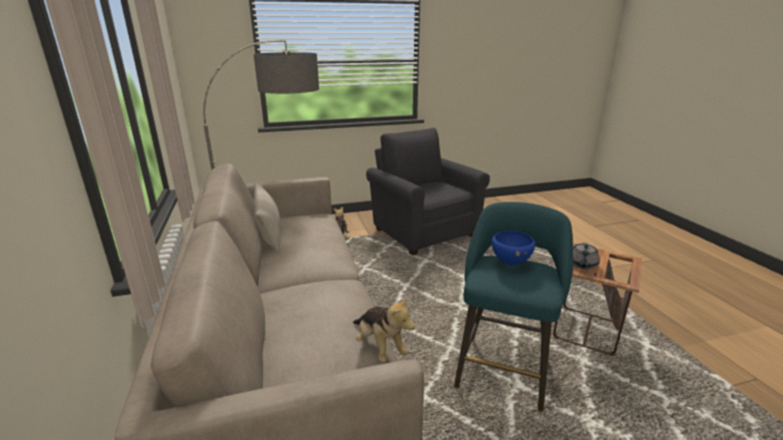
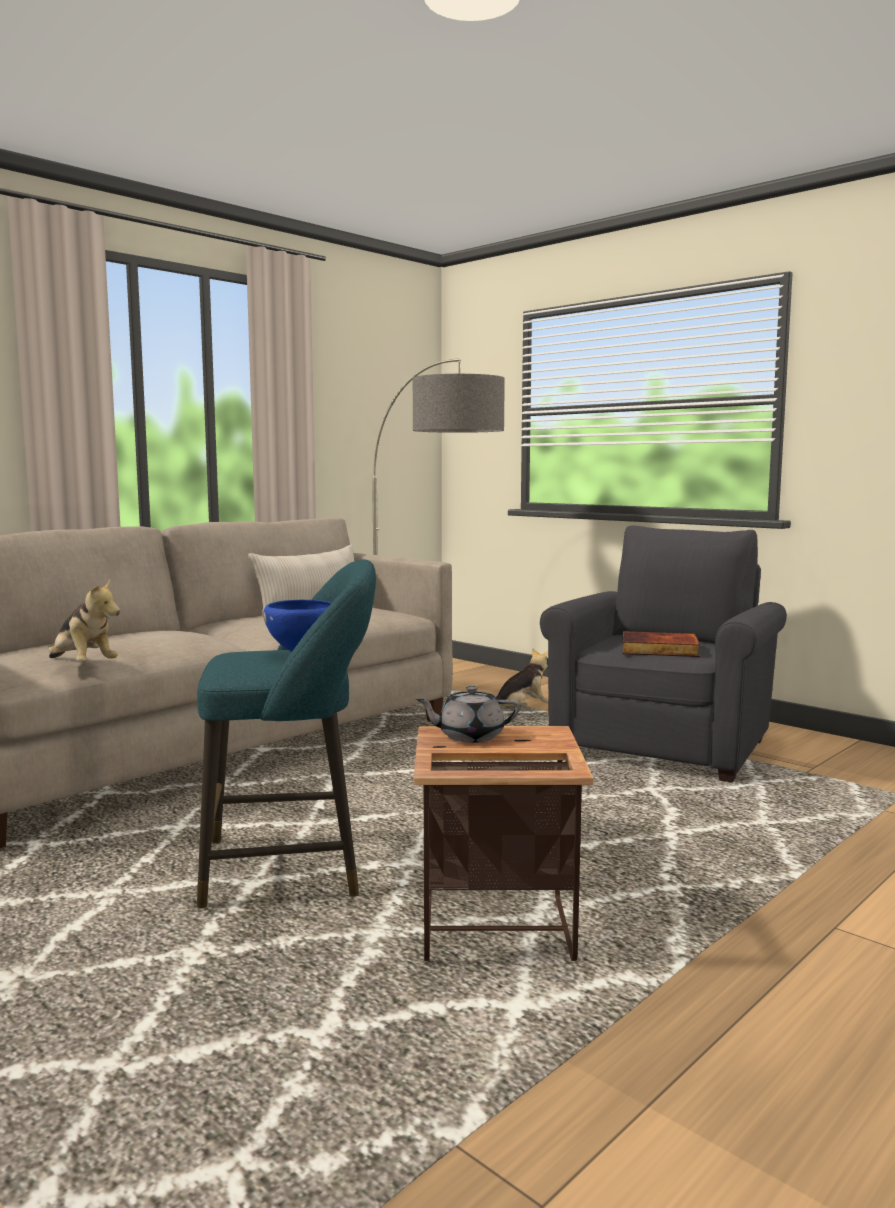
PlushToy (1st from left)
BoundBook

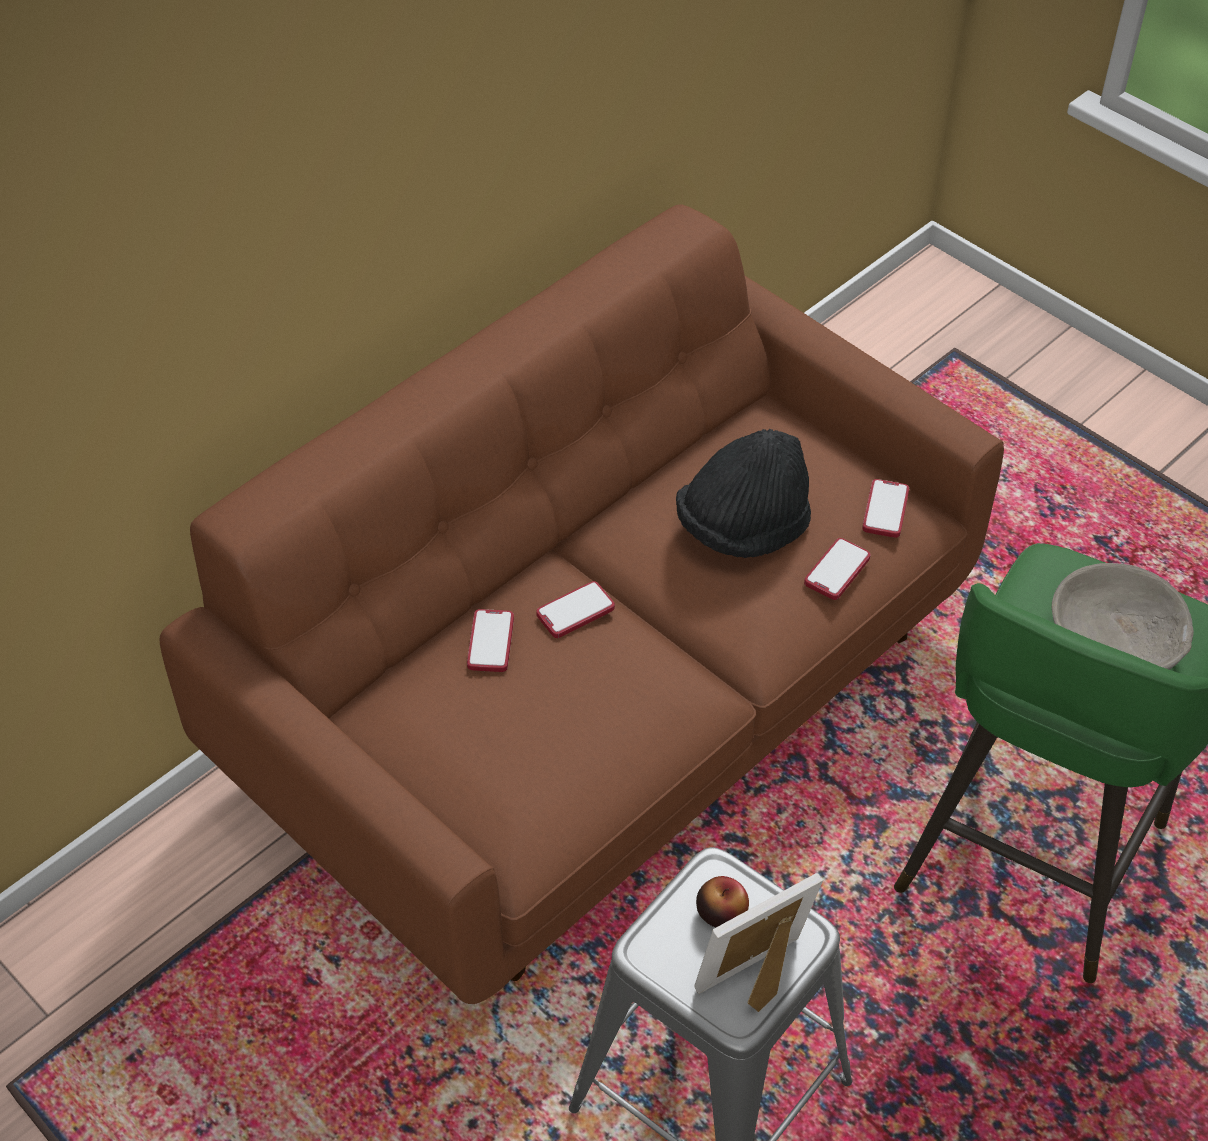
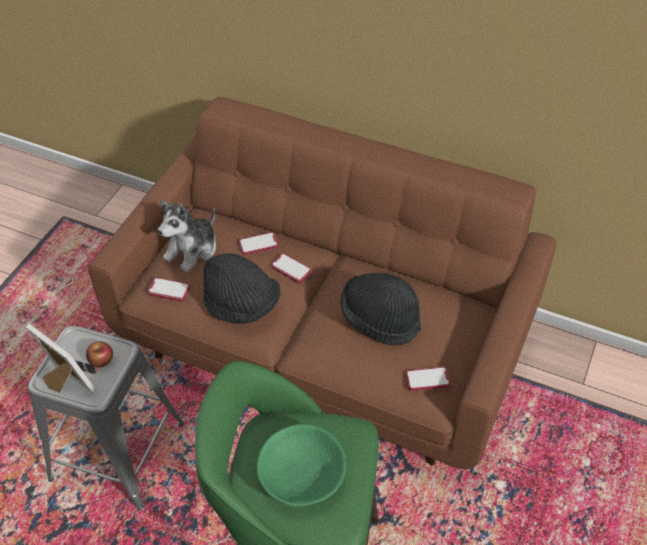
Telephone (1st from left)
GreenDeepDish
PlushToy
BlackClothingHat (1st from left)

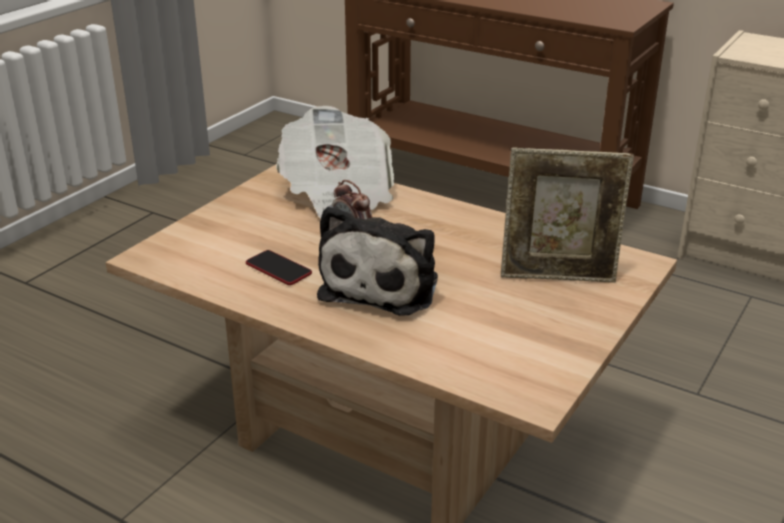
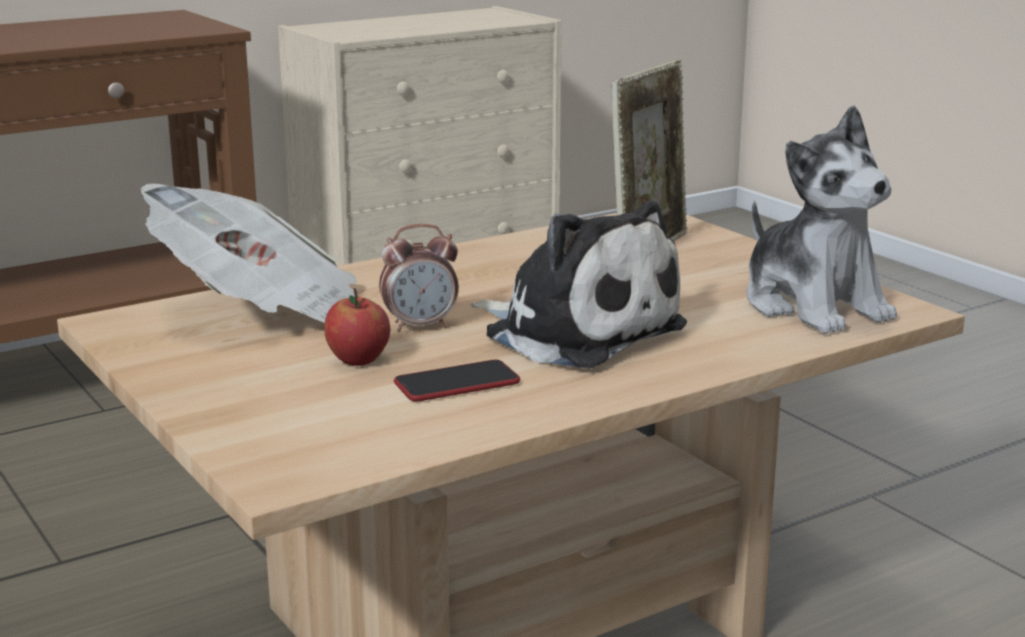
PlushToy (2nd from left)
Apple

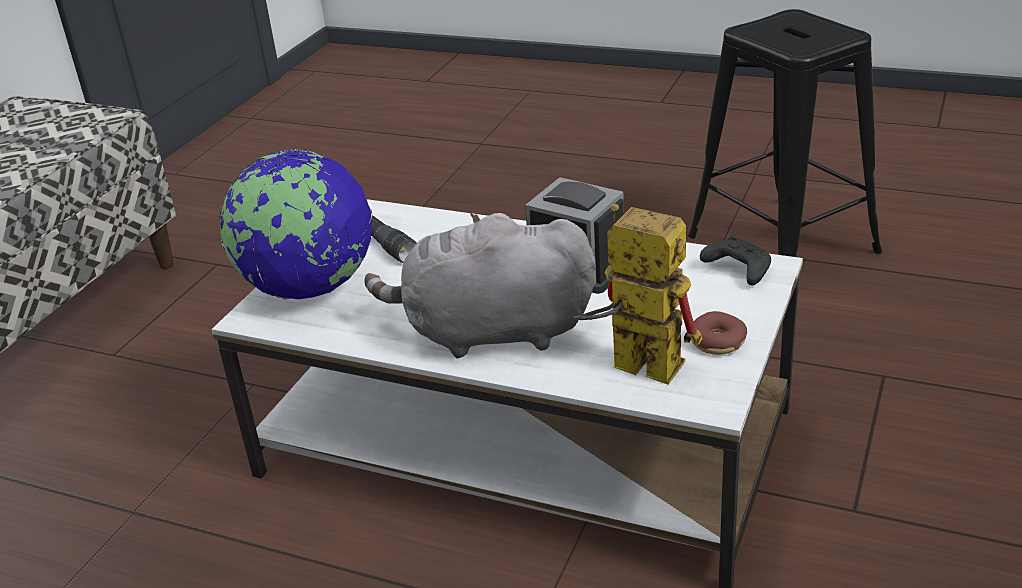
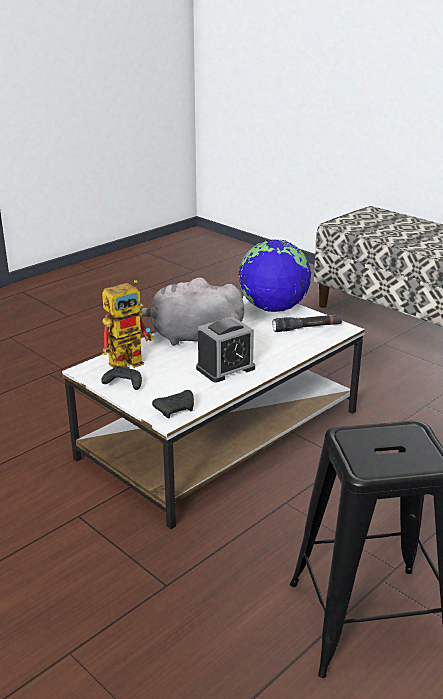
GrayPlushToy
BlackGameController (1st from left)

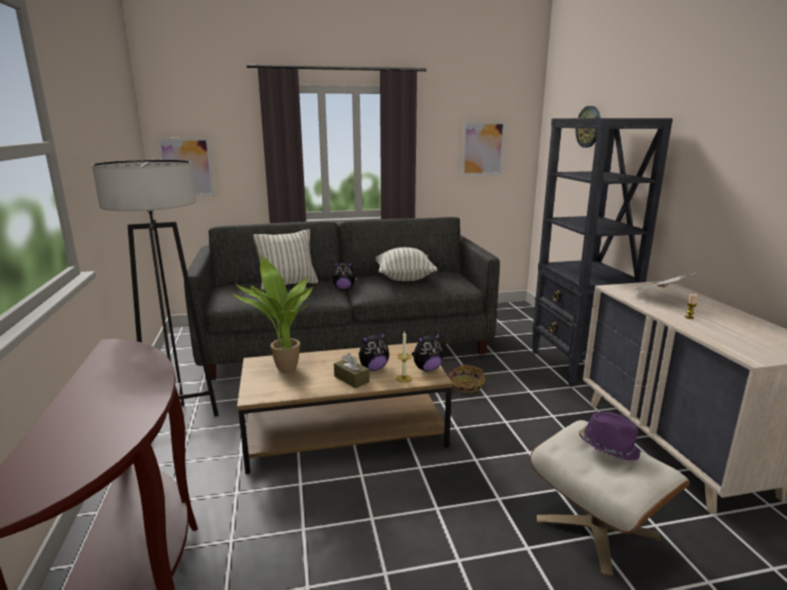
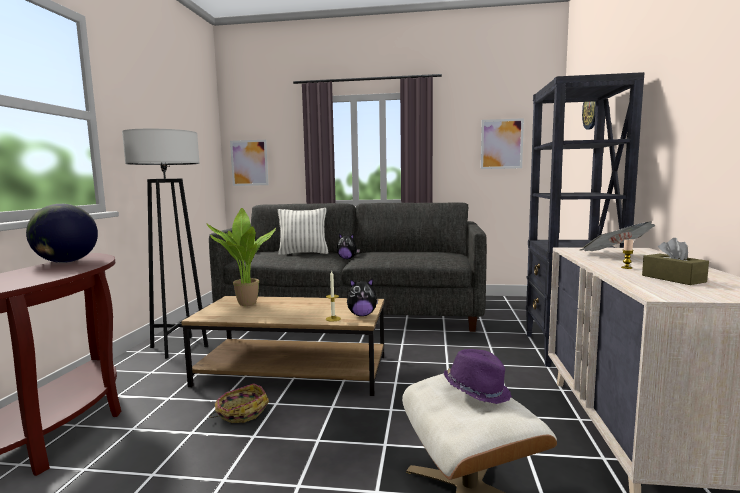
Cushion (2nd from left in the first image)
PlushToy (2nd from left in the first image)
BrownTissueBox
HouseholdBasket
Globe

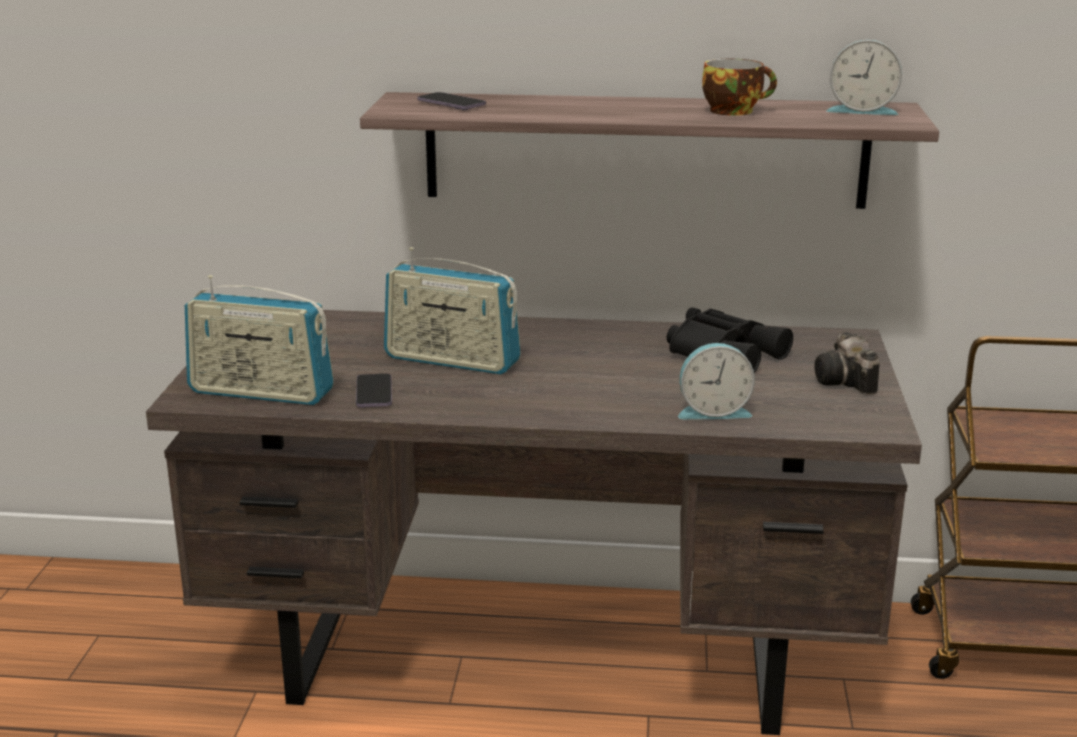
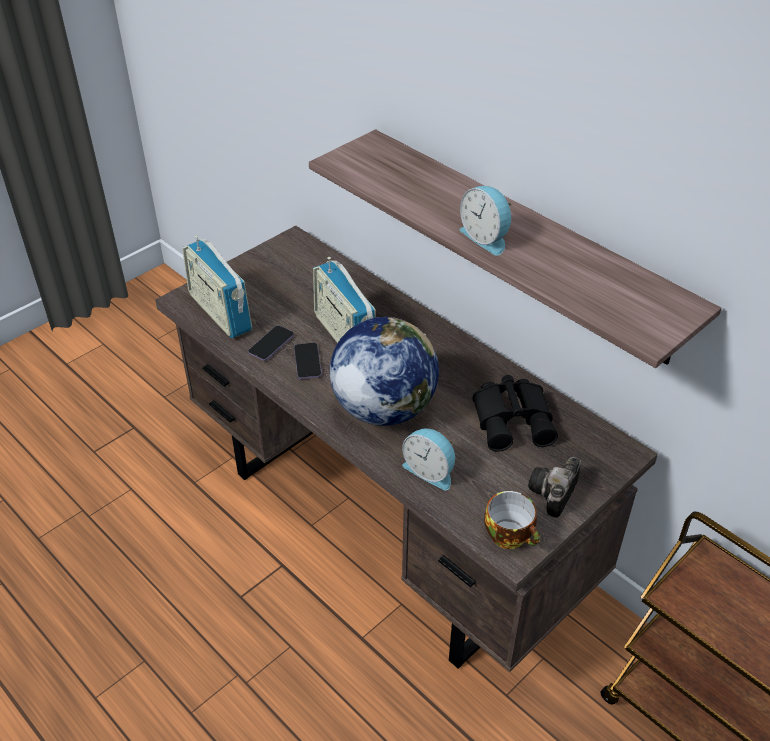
TableClock (2nd from left)
Cup
Telephone (2nd from left)
Globe

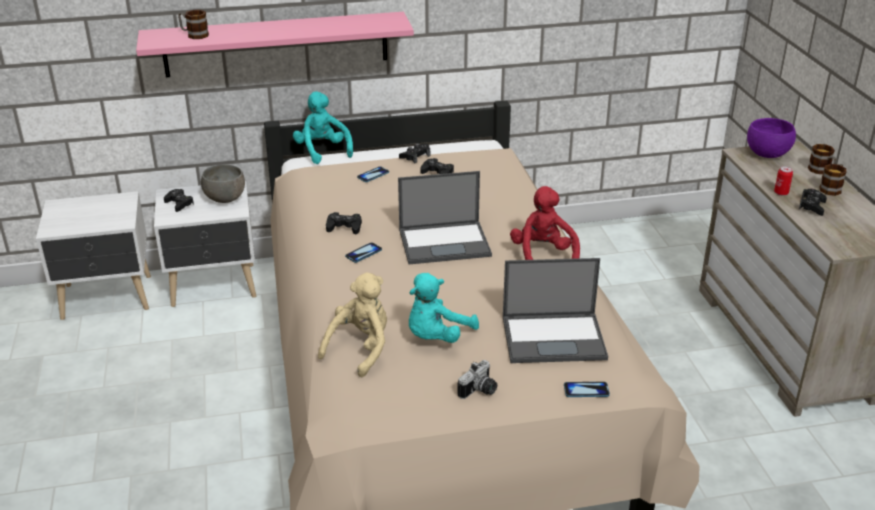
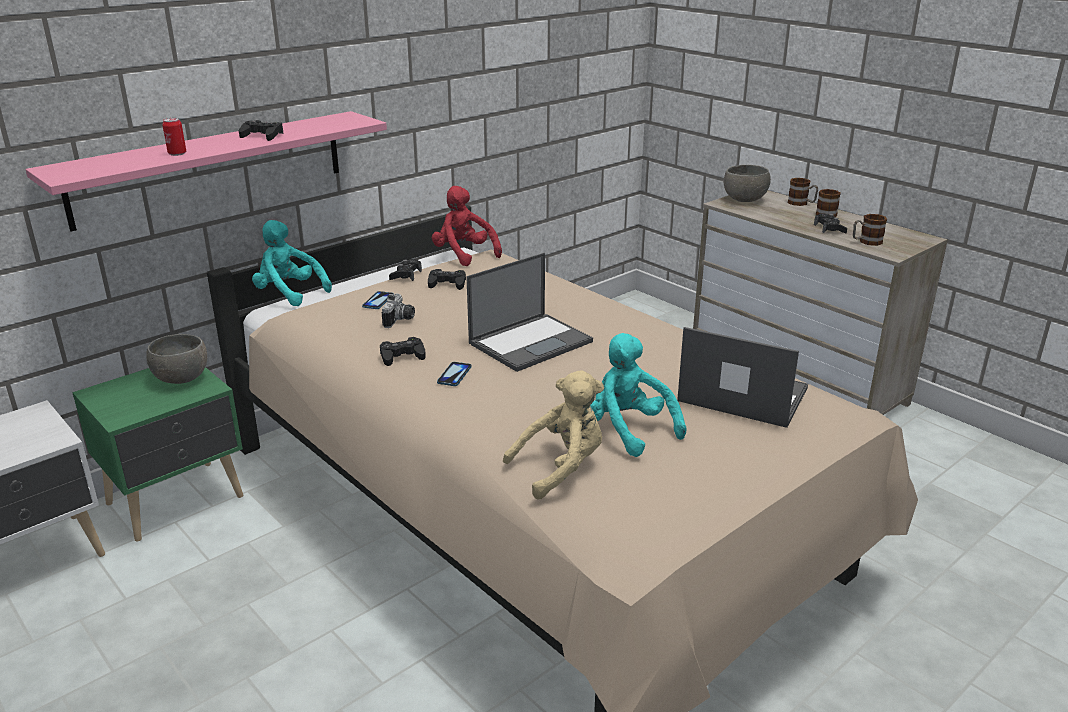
Mug (3rd from left)
GrayDeepDish (2nd from left)
Can
GreenBedsideTable
ReddishPlushToy
BlackGameController (1st from left)
PortableComputer (2nd from left)
BeigeColouredPlushToy
TurquoiseColouredPlushToy (2nd from left)
StillCamera
Telephone (3rd from left in the first image)

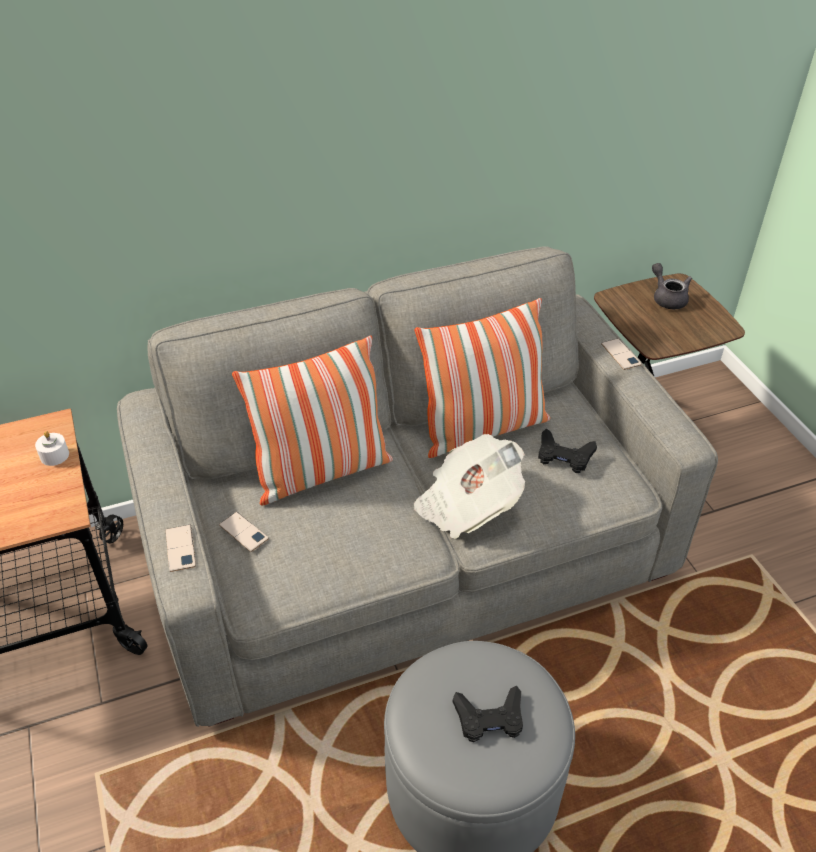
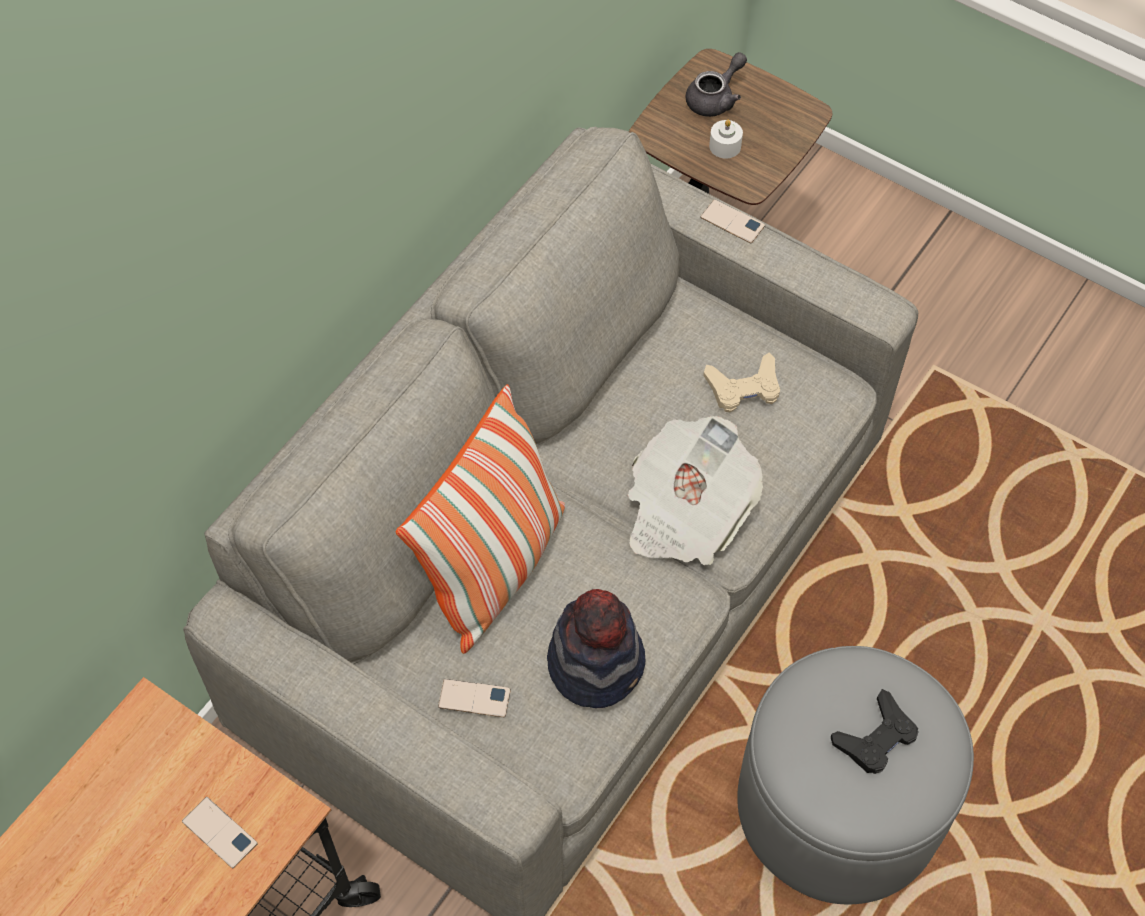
GrayTeapot
Cushion (2nd from left in the first image)
BeigeColouredGameController
WhitishWaxCandle
Telephone (1st from left)
ClothingHat

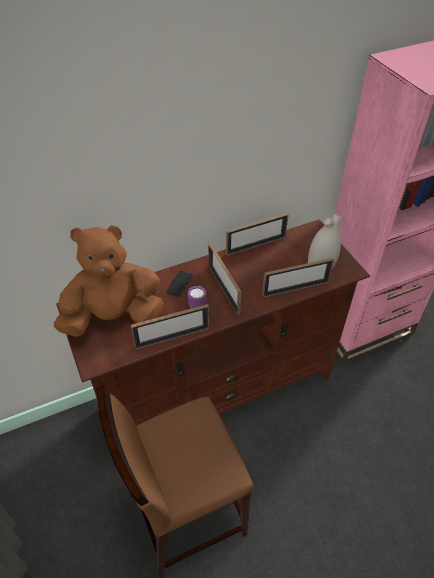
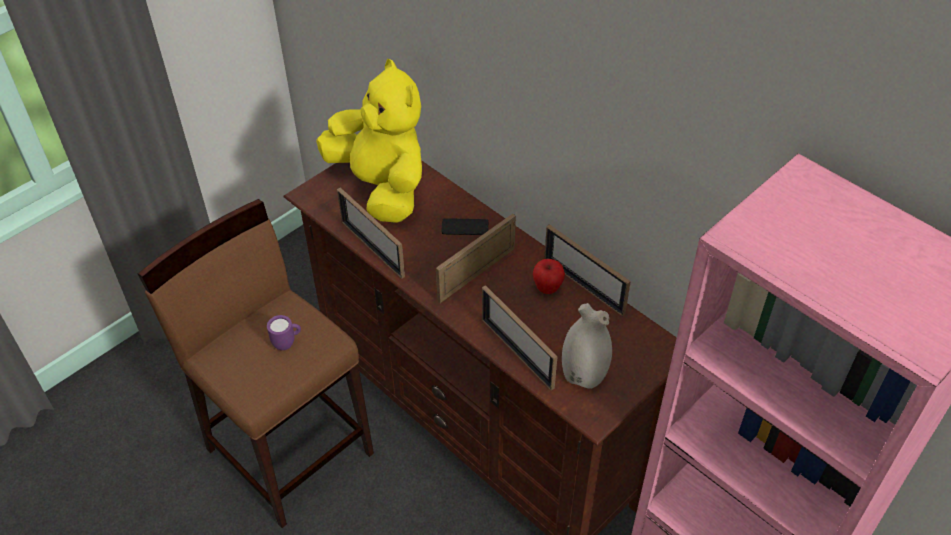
YellowColouredPlushToy
PurplishMug
Apple

